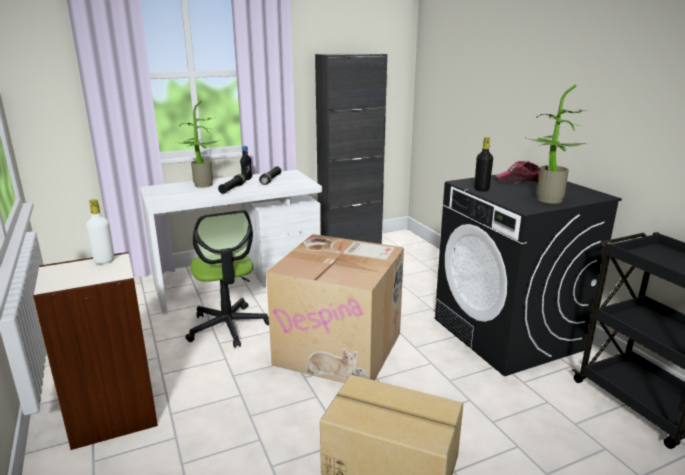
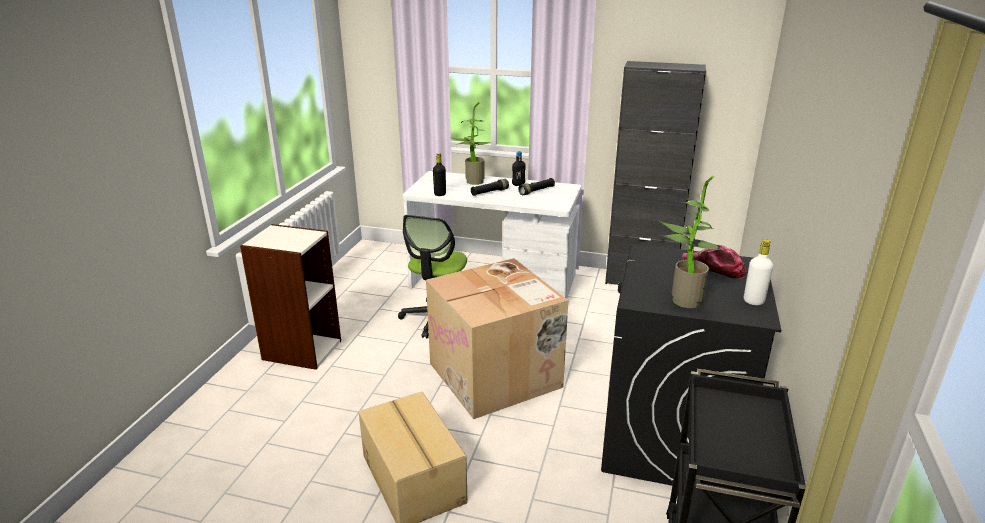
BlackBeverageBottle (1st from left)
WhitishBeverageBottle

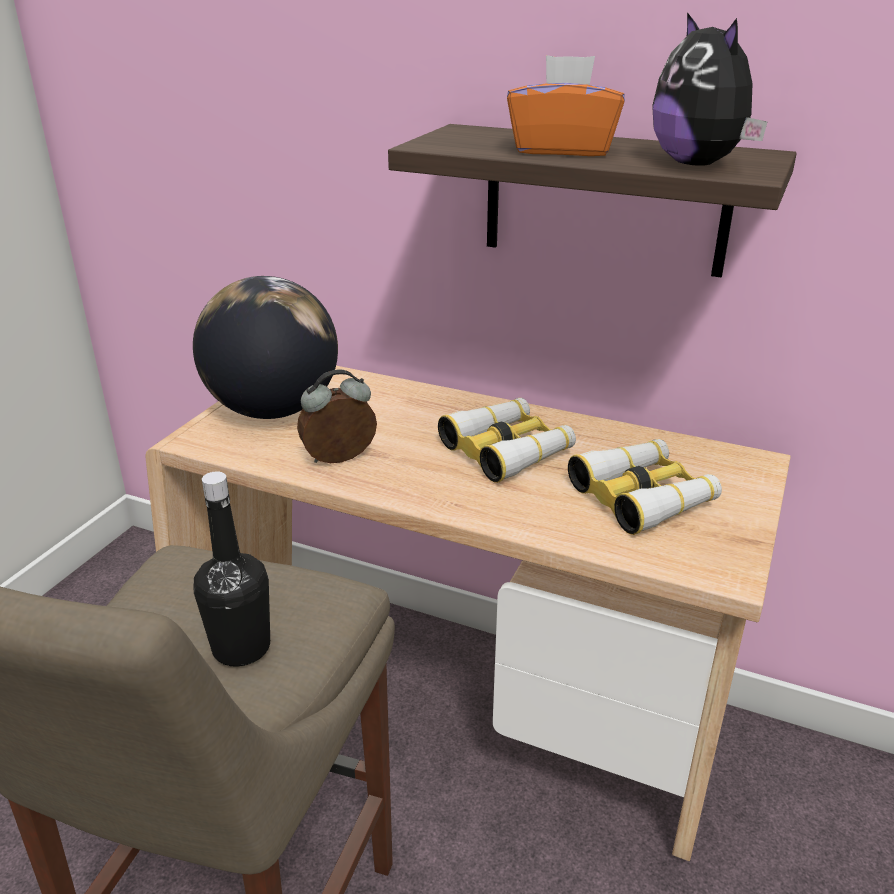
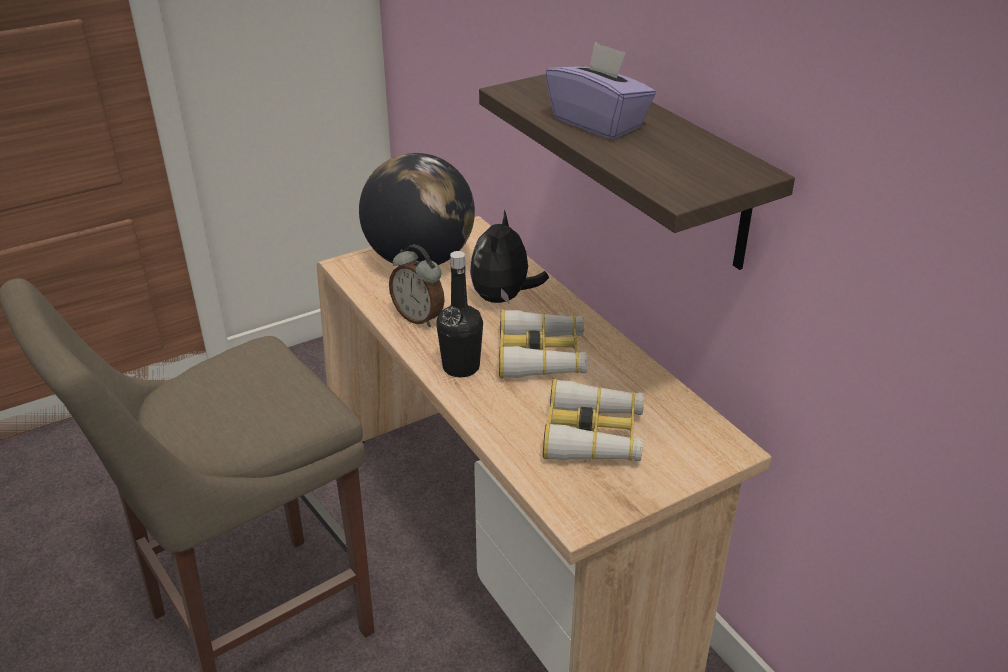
PlushToy
PurplishTissueBox
TableClock
BlackBeverageBottle

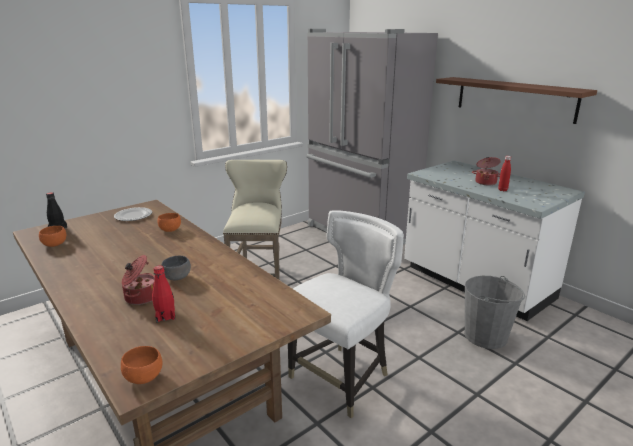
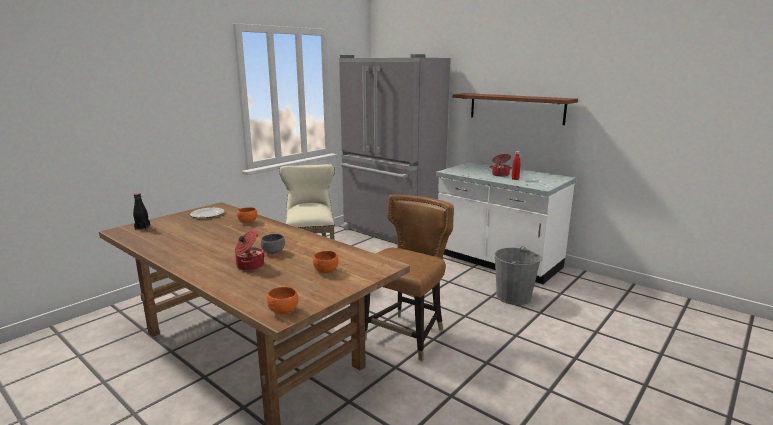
BrownUprightChair
OrangeDeepDish (3rd from left)
ReddishBeverageBottle (1st from left in the first image)

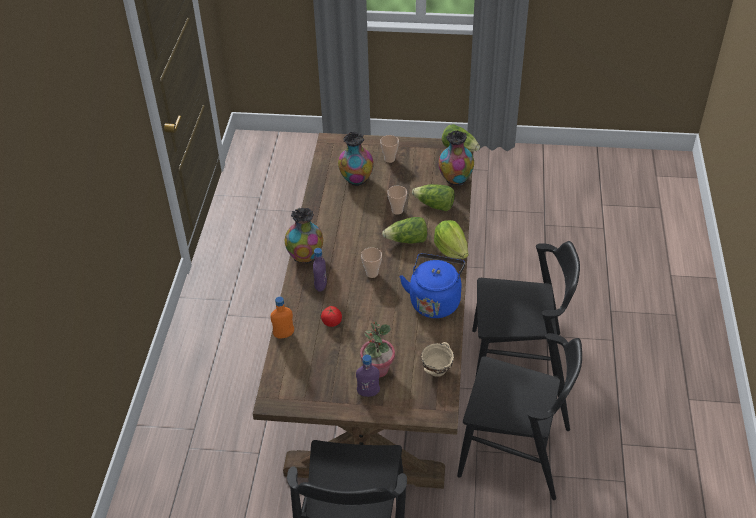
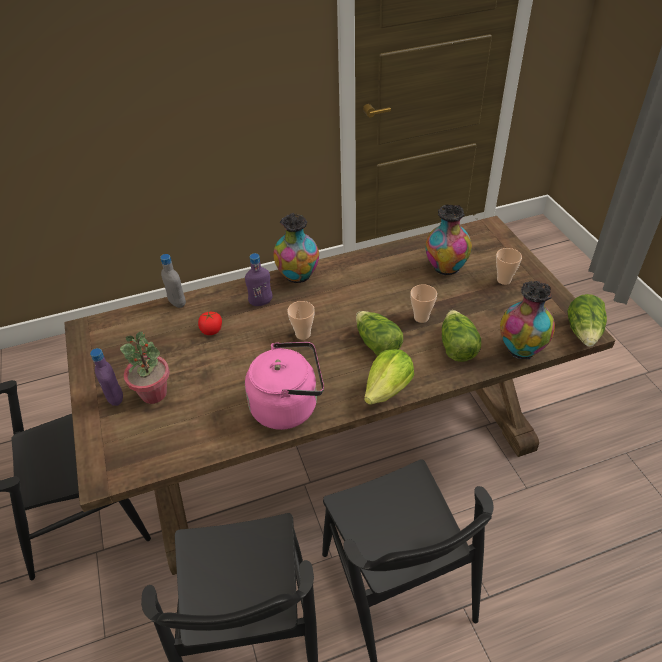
PinkWaterKettle
GrayBeverageBottle
BeigeColouredDeepDish

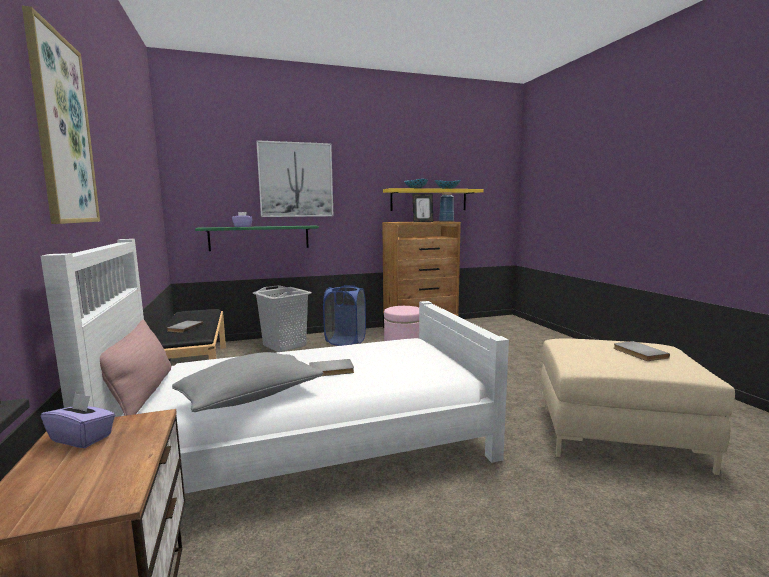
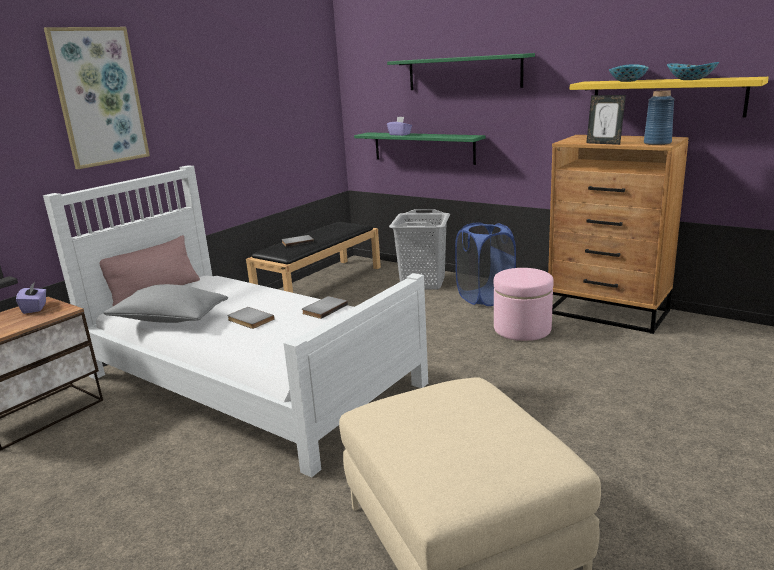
GreenShelf (2nd from left)
GrayBoundBook (3rd from left)

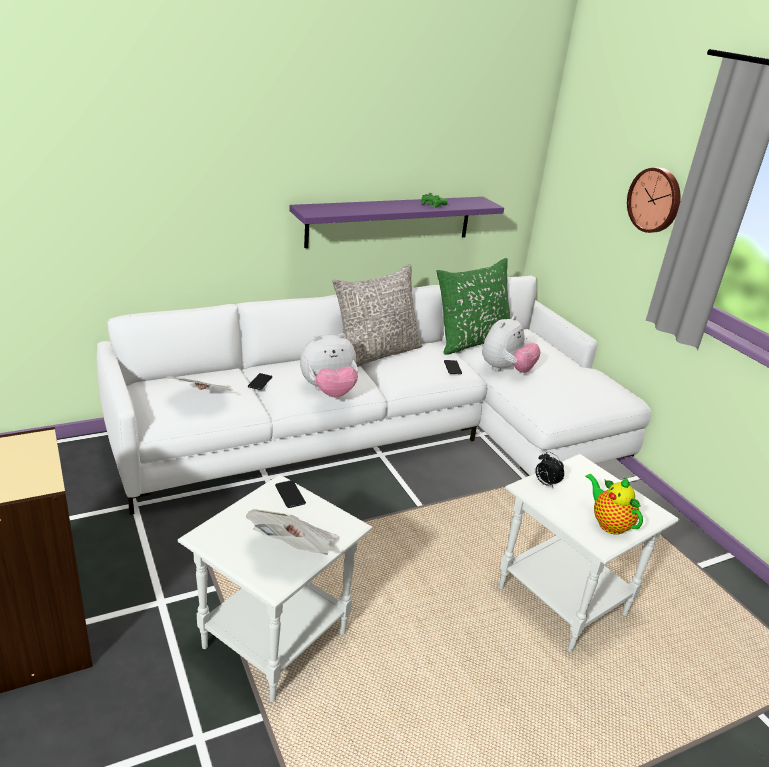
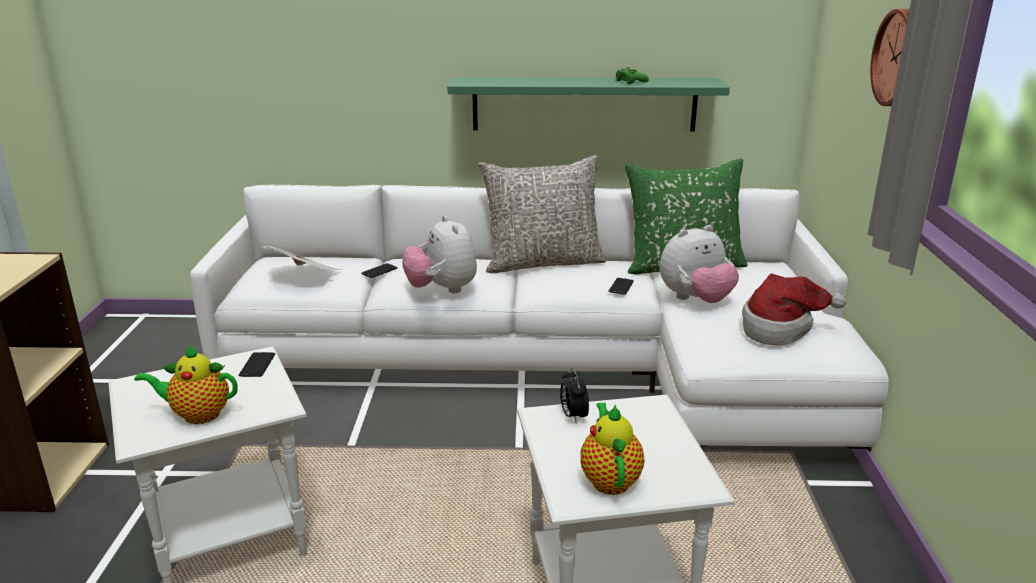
GreenShelf
PlushToy (1st from left)
Teapot (1st from left)
ClothingHat

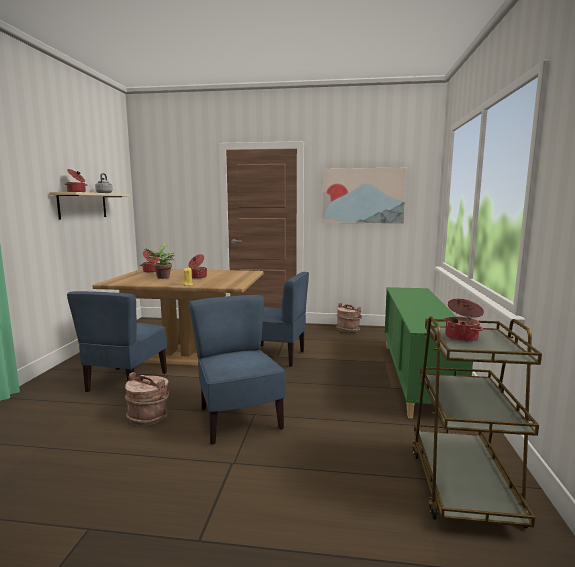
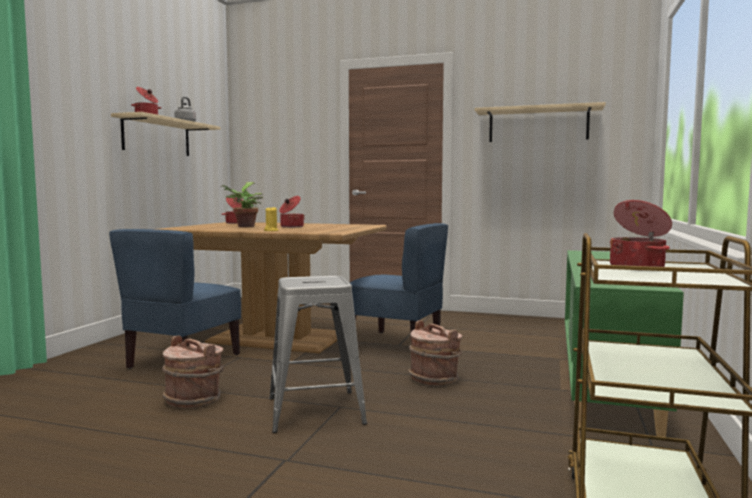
BeigeColouredShelf (2nd from left)
GrayStool
BrownPail (2nd from left)

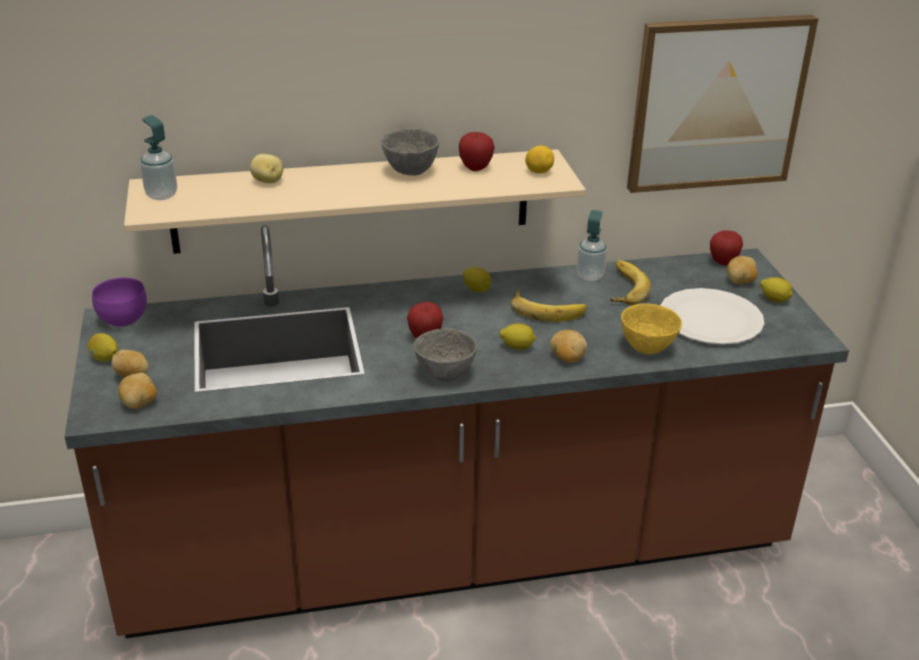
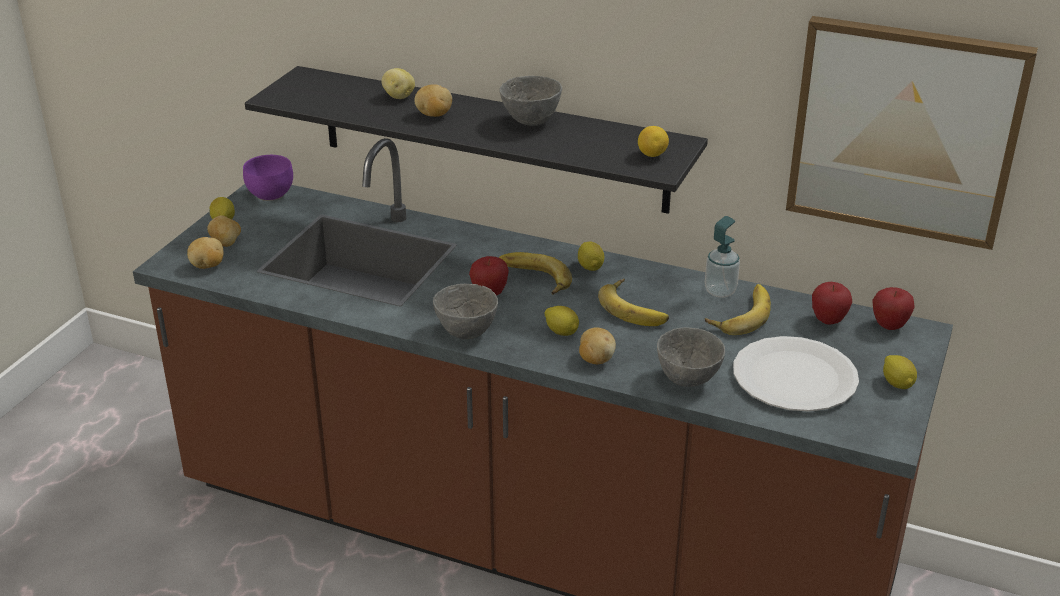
SoapBottle (1st from left in the first image)
Apple (2nd from left)
BlackShelf
WholePotato (4th from left)
GrayDeepDish (3rd from left)
Banana (1st from left)

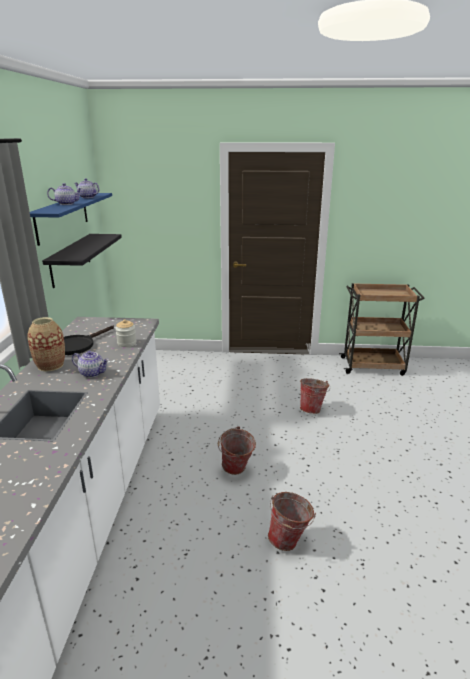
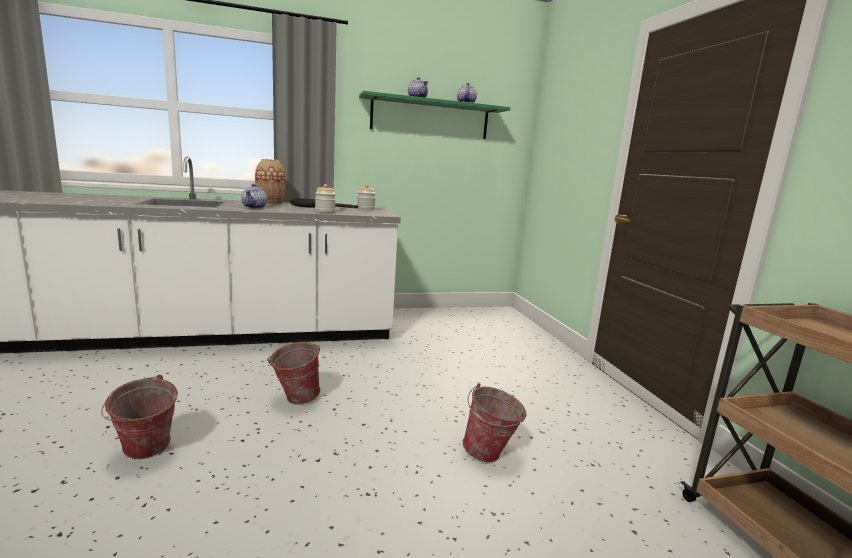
GreenShelf
BlackShelf
StorageJar (2nd from left)

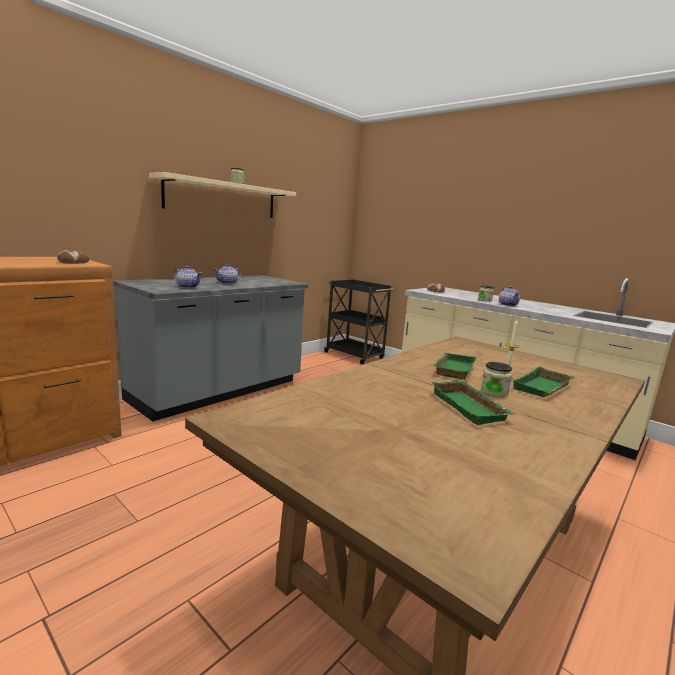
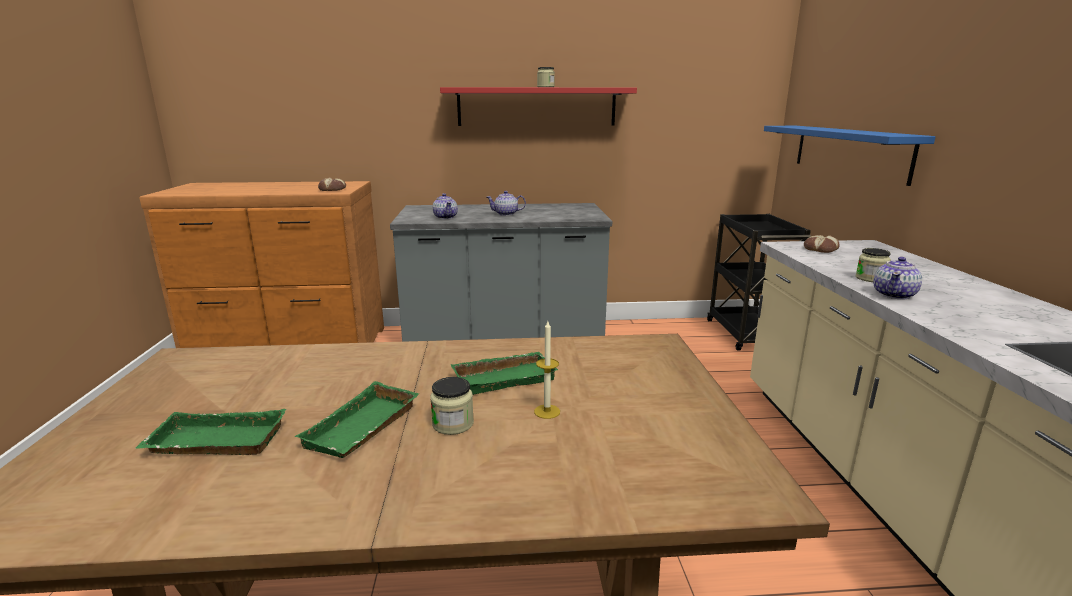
ReddishShelf
GreenCarryingTray (1st from left)
BluishShelf

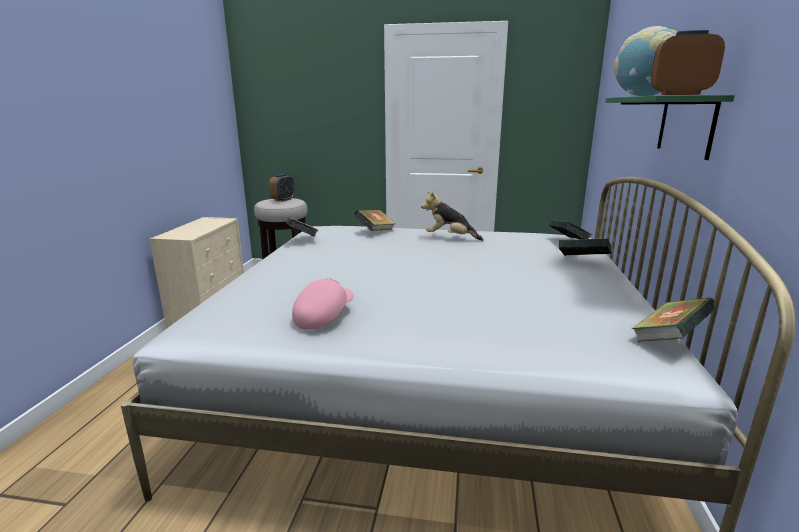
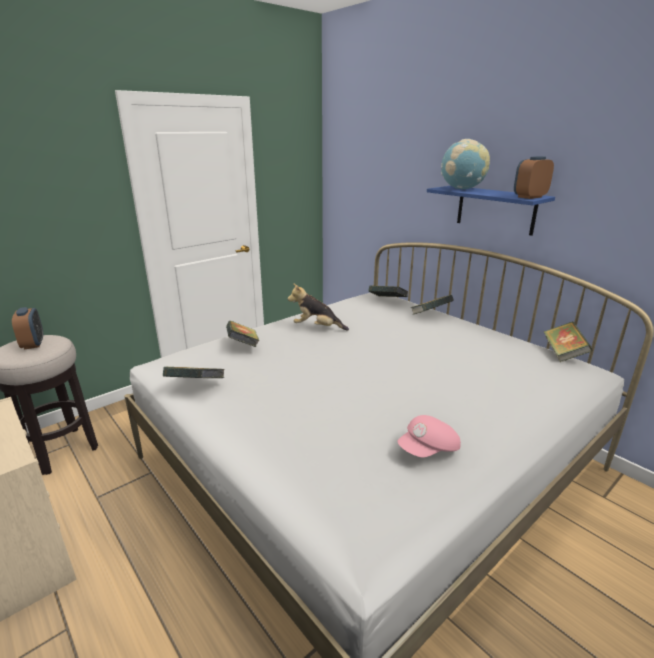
BluishShelf
PlushToy
PinkBaseballCap

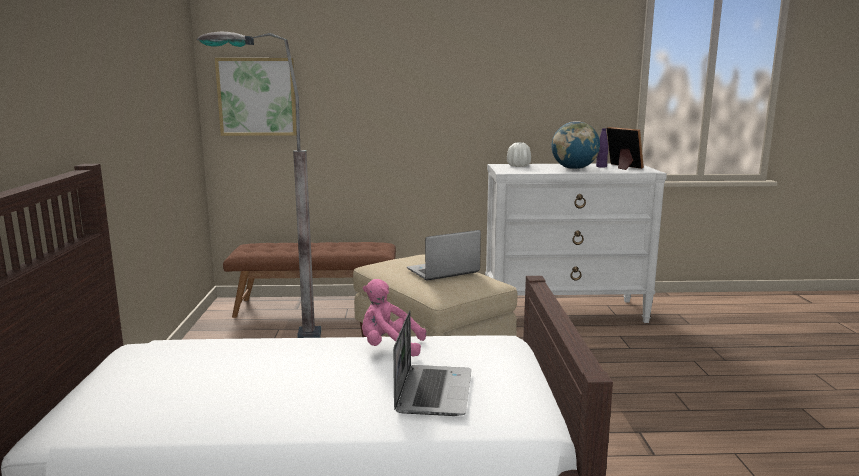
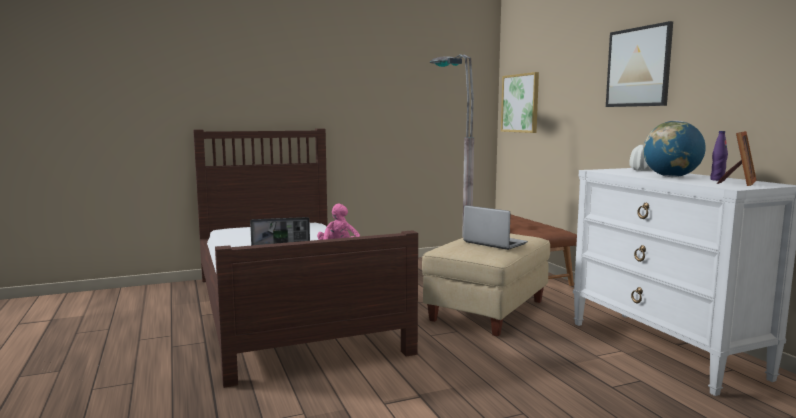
Picture (2nd from left)

